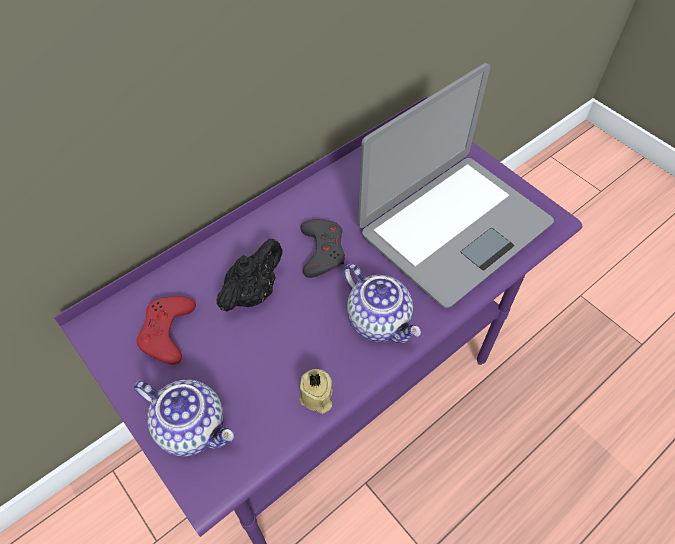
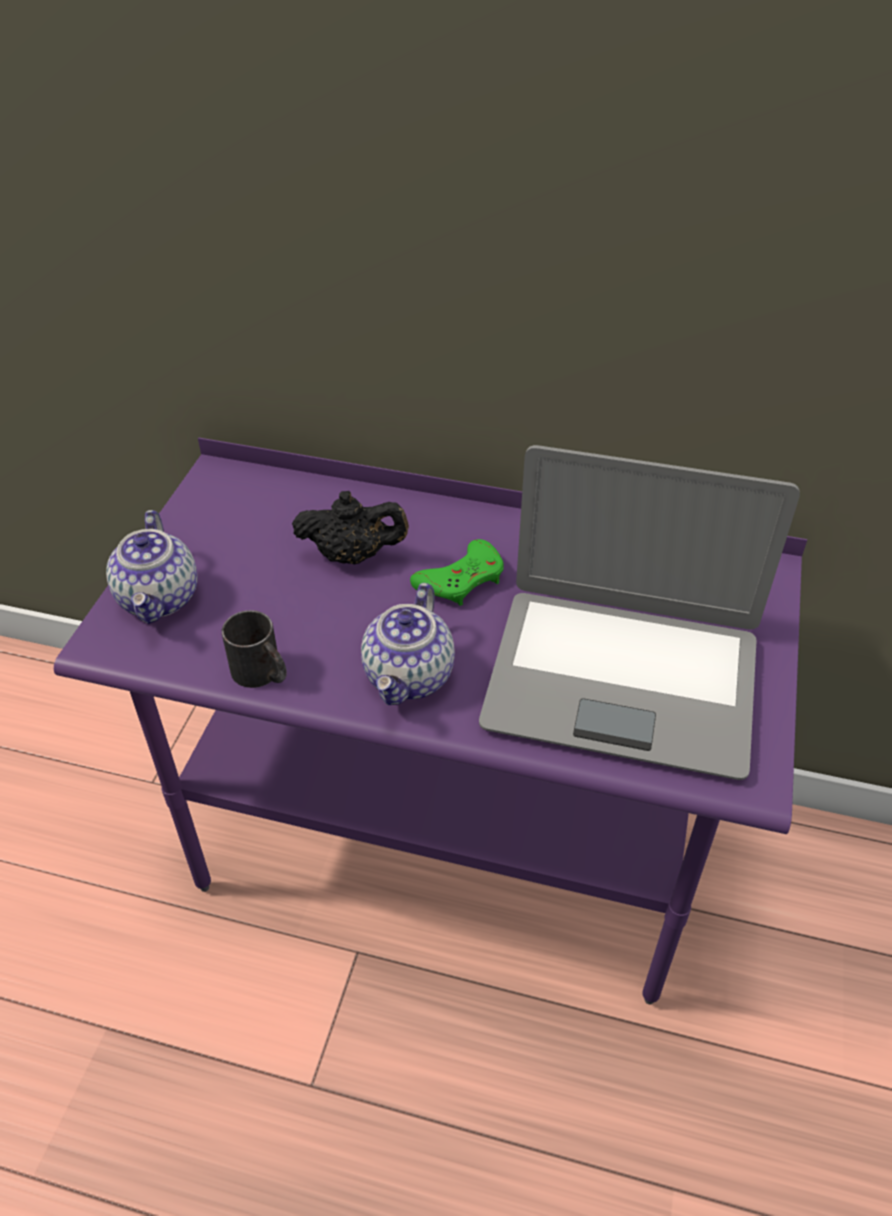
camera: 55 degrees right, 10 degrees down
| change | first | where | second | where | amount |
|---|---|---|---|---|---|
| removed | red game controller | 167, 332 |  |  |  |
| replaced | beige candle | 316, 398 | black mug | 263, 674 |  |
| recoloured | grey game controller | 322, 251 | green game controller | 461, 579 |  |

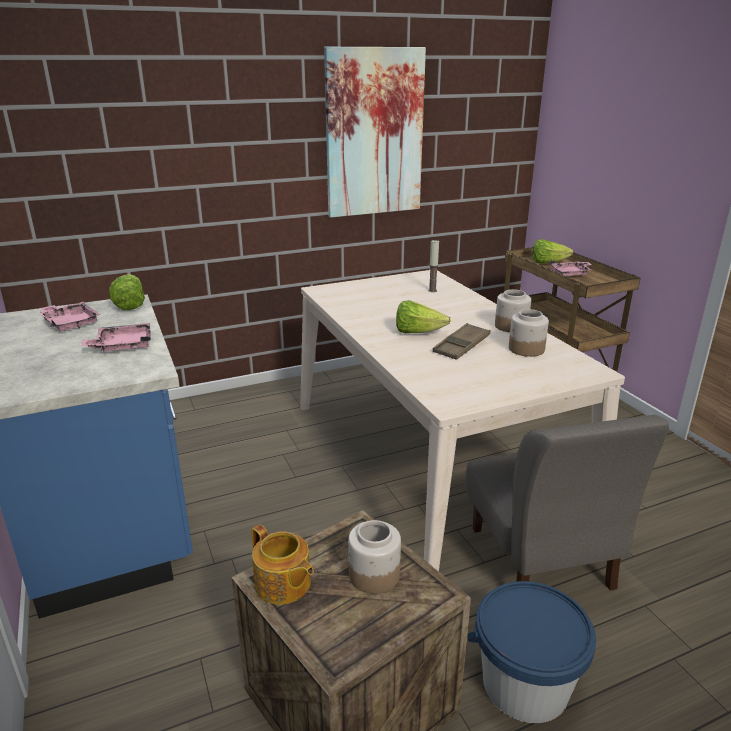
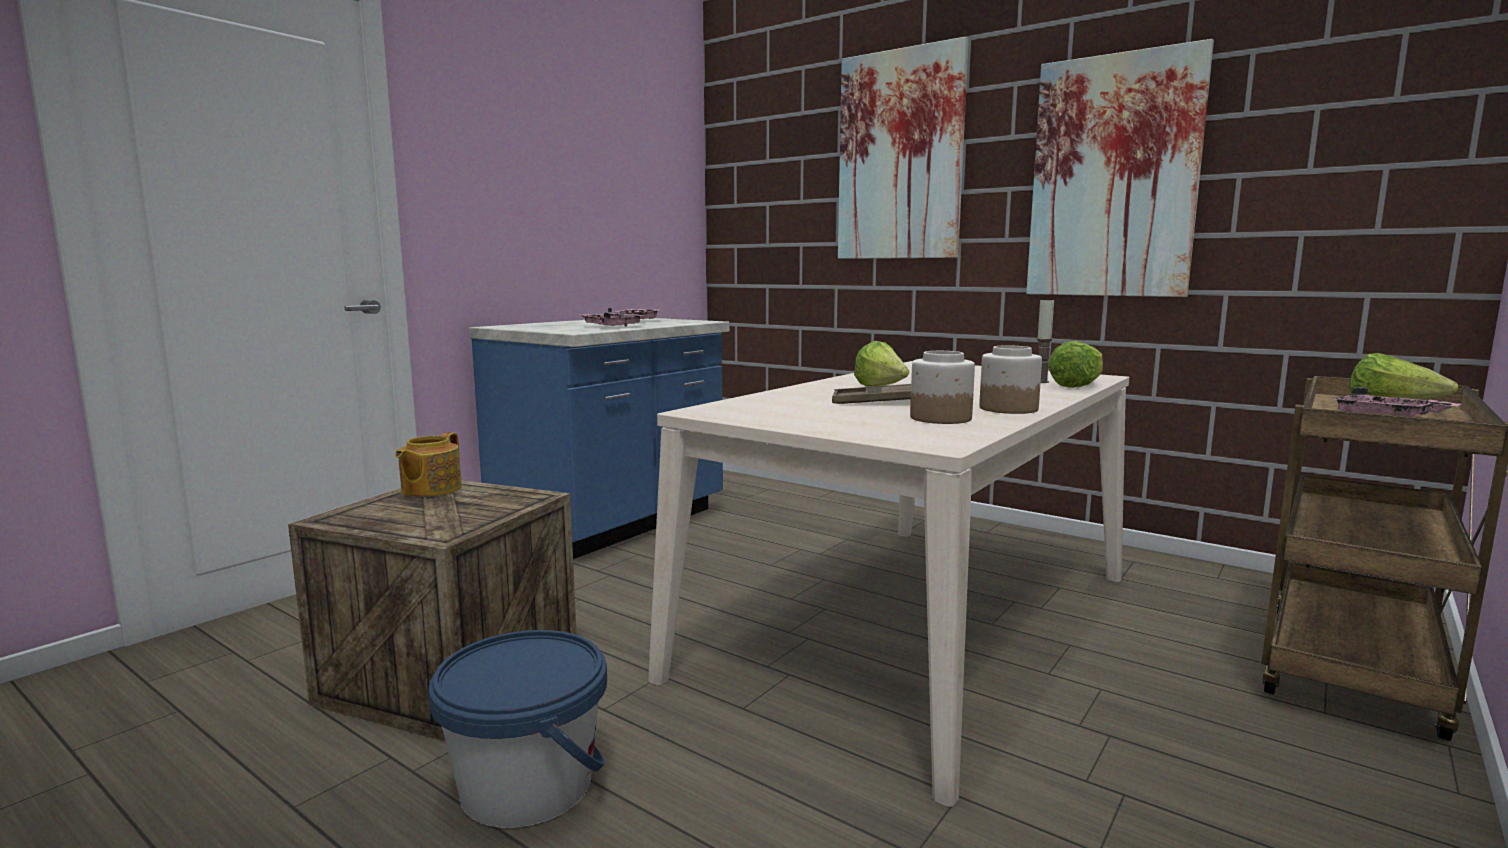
camera: 60 degrees right, 15 degrees down
| change | first | where | second | where | amount |
|---|---|---|---|---|---|
| removed | jar | 374, 575 |  |  |  |
| removed | grey chair | 540, 558 |  |  |  |
| added |  |  | picture | 900, 156 |  |
| moved | lettuce | 130, 305 |  | 1077, 386 |  |

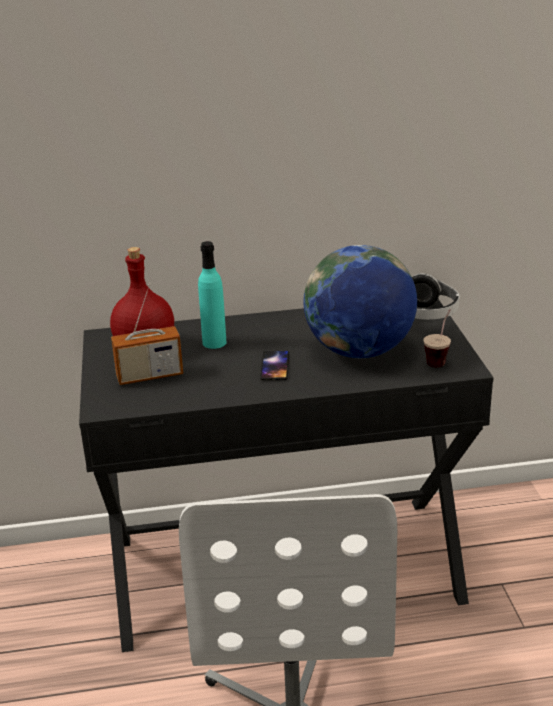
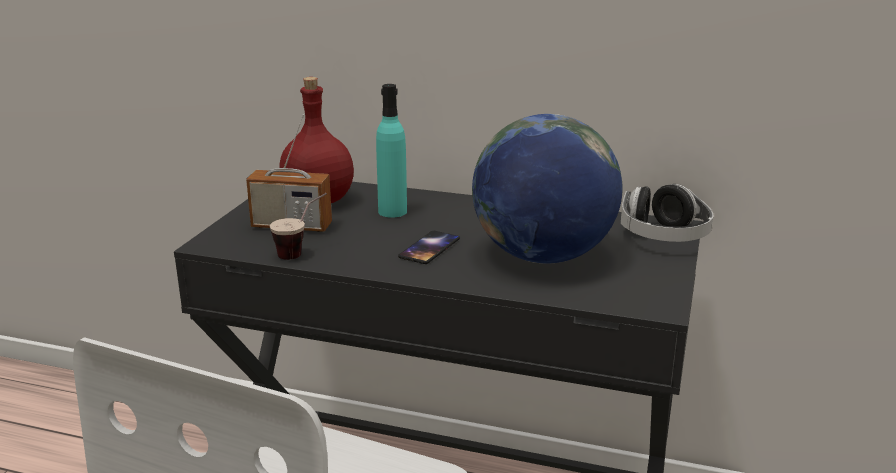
camera: 25 degrees right, 5 degrees down
| change | first | where | second | where | amount |
|---|---|---|---|---|---|
| moved | cup | 439, 358 |  | 302, 252 |  |

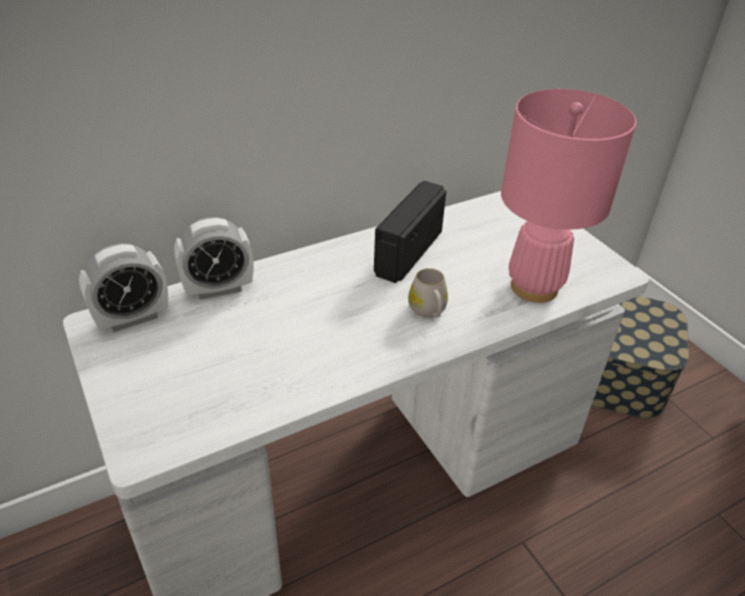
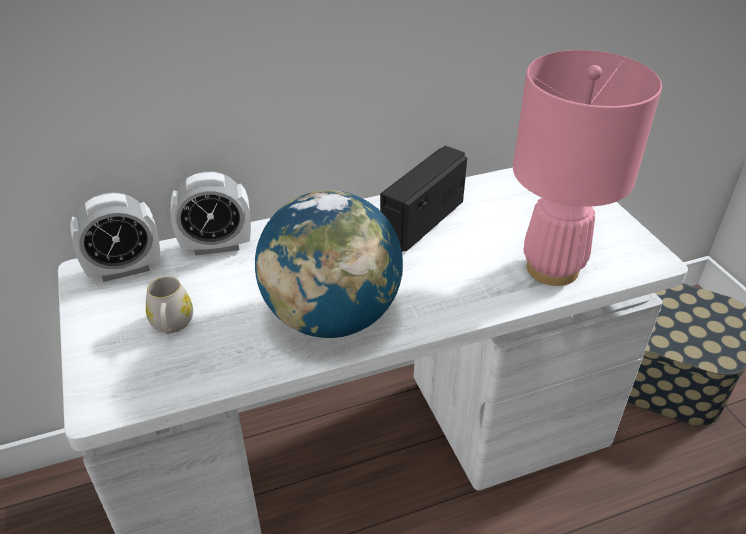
camera: 10 degrees right, 0 degrees up
| change | first | where | second | where | amount |
|---|---|---|---|---|---|
| added |  |  | globe | 332, 317 |  |
| moved | white mug | 428, 311 |  | 172, 325 |  |

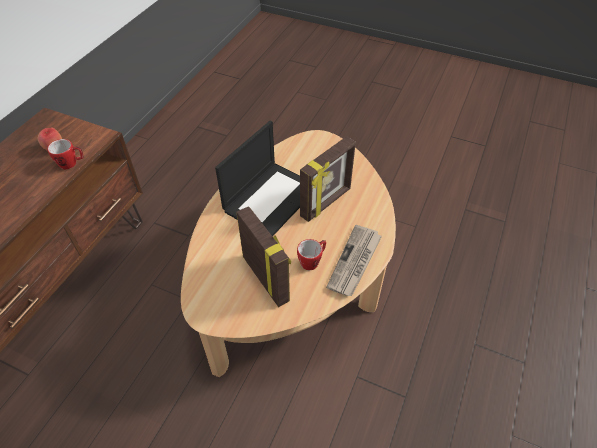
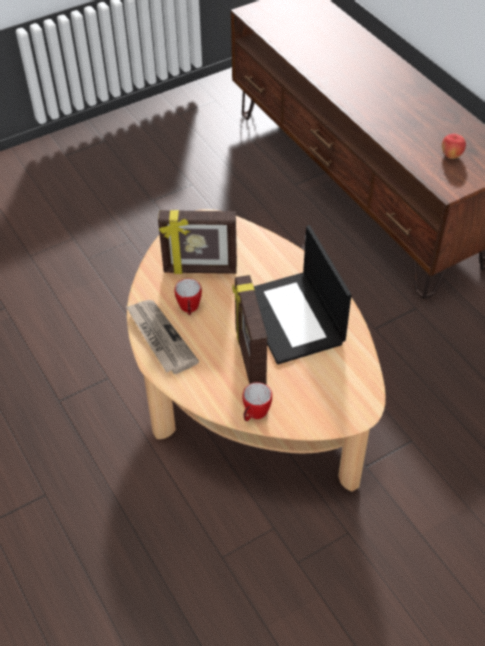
camera: 125 degrees right, 0 degrees up
| change | first | where | second | where | amount |
|---|---|---|---|---|---|
| moved | mug | 72, 163 |  | 254, 414 |  |

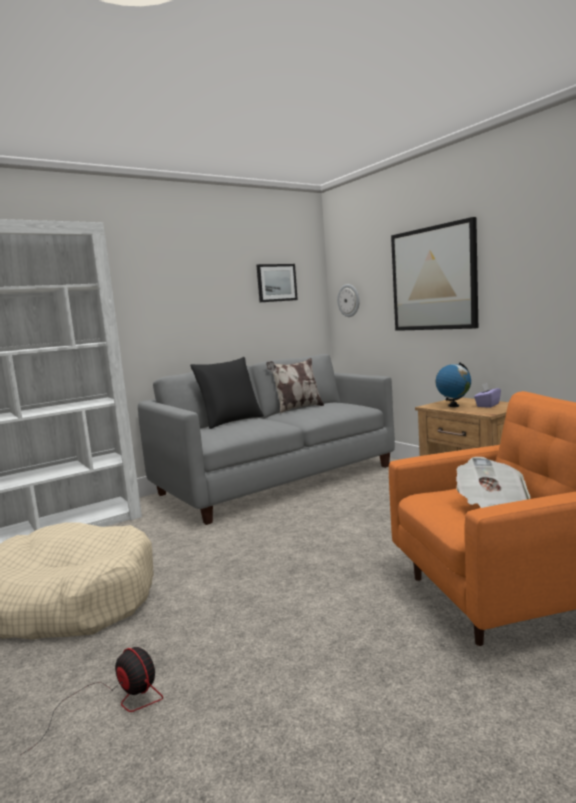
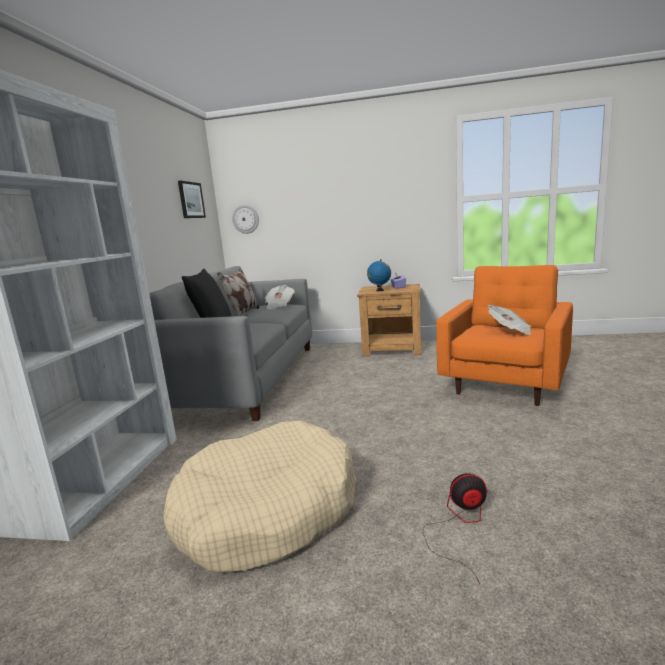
camera: 45 degrees left, 5 degrees up
| change | first | where | second | where | amount |
|---|---|---|---|---|---|
| removed | picture | 433, 278 |  |  |  |
| added |  |  | newspaper | 279, 305 |  |

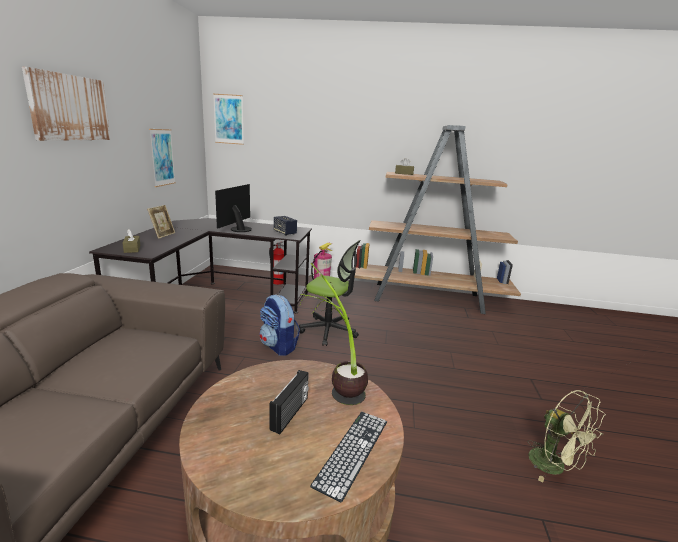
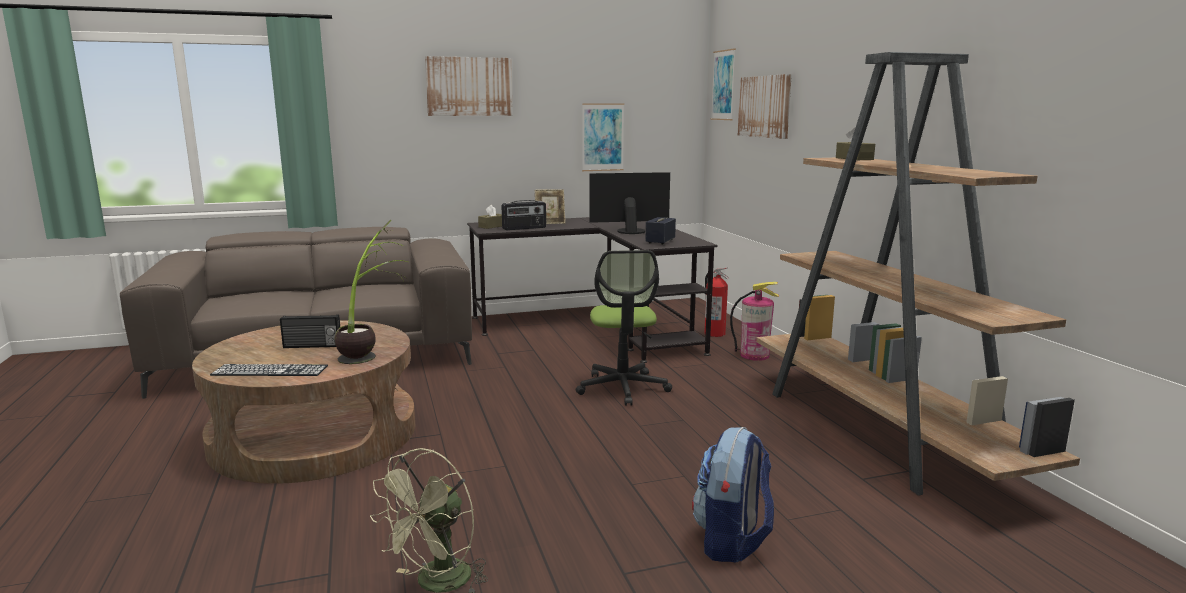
camera: 65 degrees right, 5 degrees down
| change | first | where | second | where | amount |
|---|---|---|---|---|---|
| added |  |  | radio | 524, 228 |  |
| added |  |  | picture | 765, 106 |  |
| moved | backpack | 279, 346 |  | 732, 541 |  |

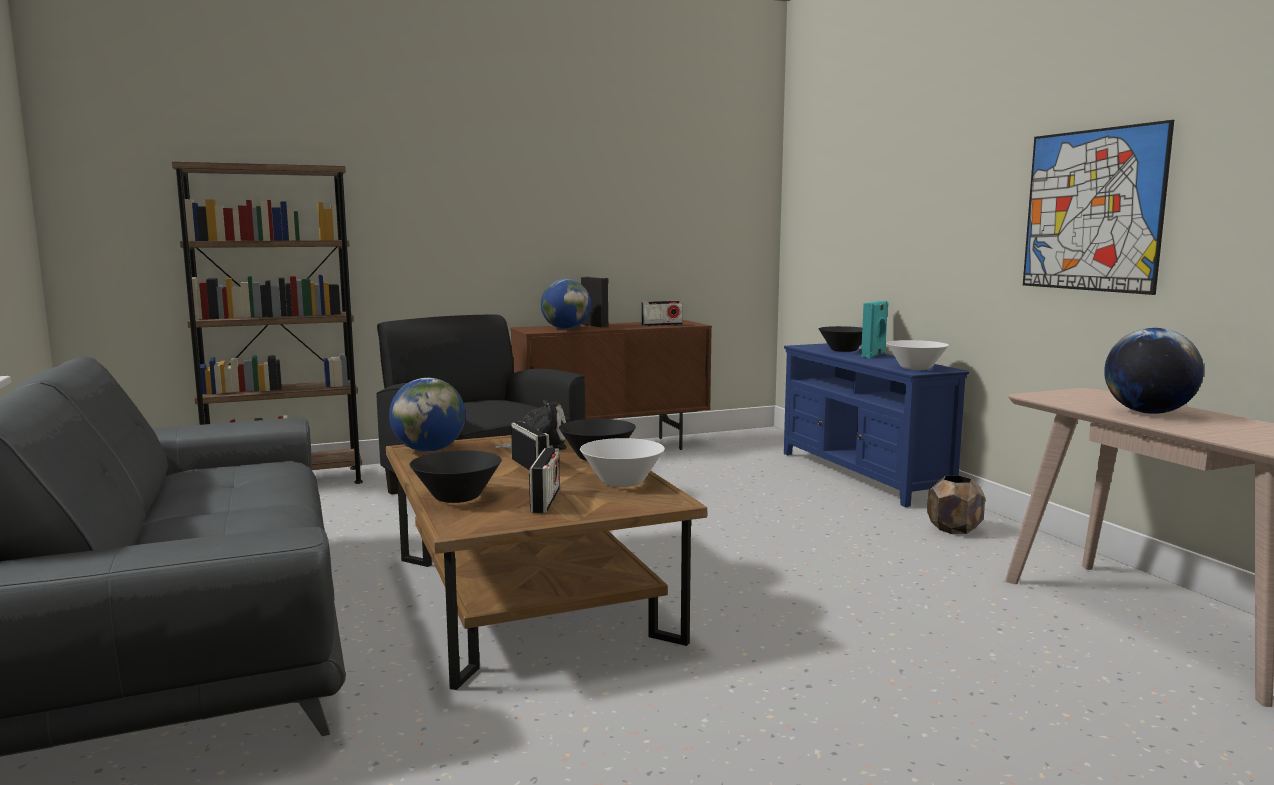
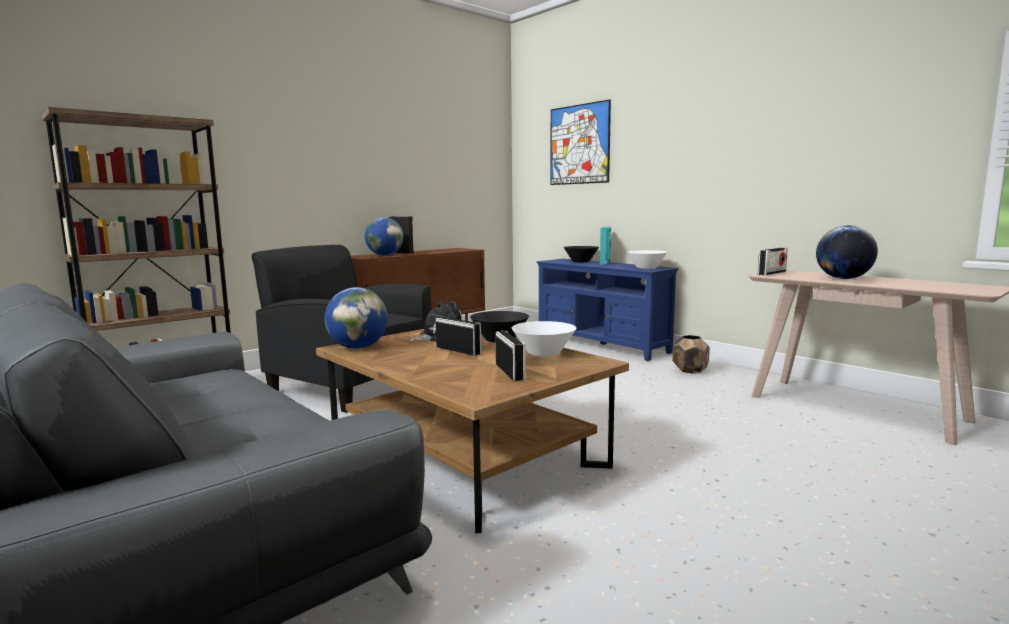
camera: 20 degrees left, 0 degrees up
| change | first | where | second | where | amount |
|---|---|---|---|---|---|
| removed | black bowl | 457, 497 |  |  |  |
| moved | radio | 661, 325 |  | 772, 273 |  |
| moved | picture | 1092, 210 |  | 579, 144 |  |

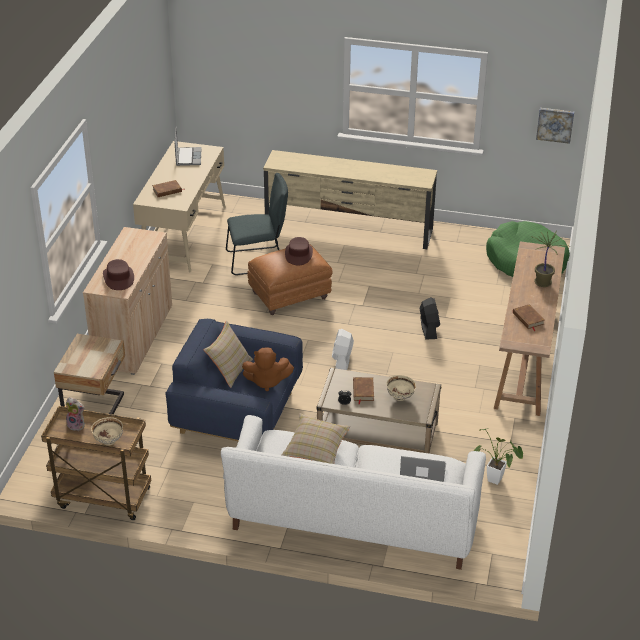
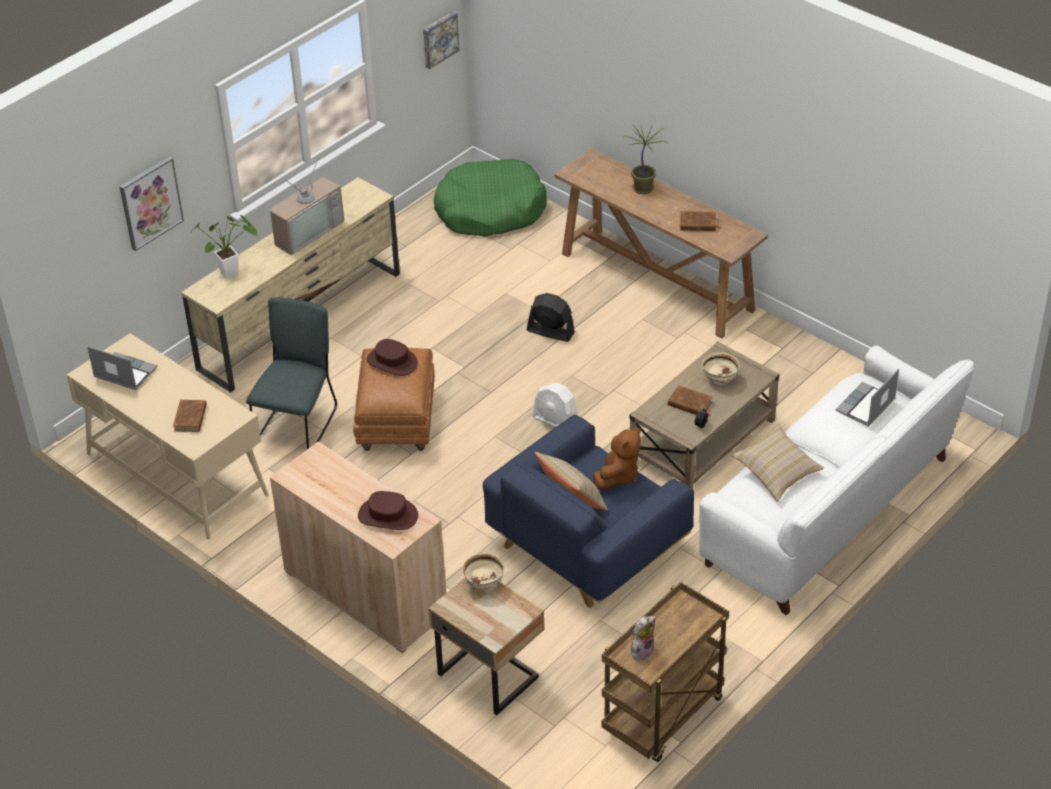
camera: 60 degrees left, 5 degrees up
| change | first | where | second | where | amount |
|---|---|---|---|---|---|
| added |  |  | picture | 150, 202 |  |
| added |  |  | television | 306, 231 |  |
| moved | beige bowl | 108, 441 |  | 484, 584 |  |
| moved | potted plant | 498, 481 |  | 233, 272 |  |

